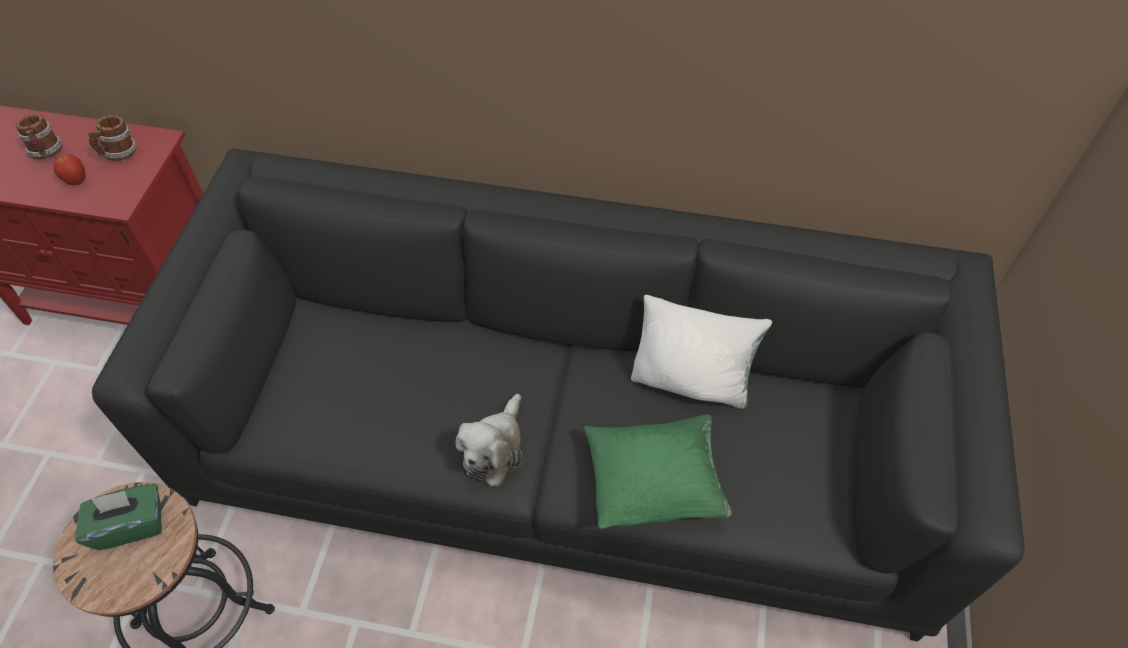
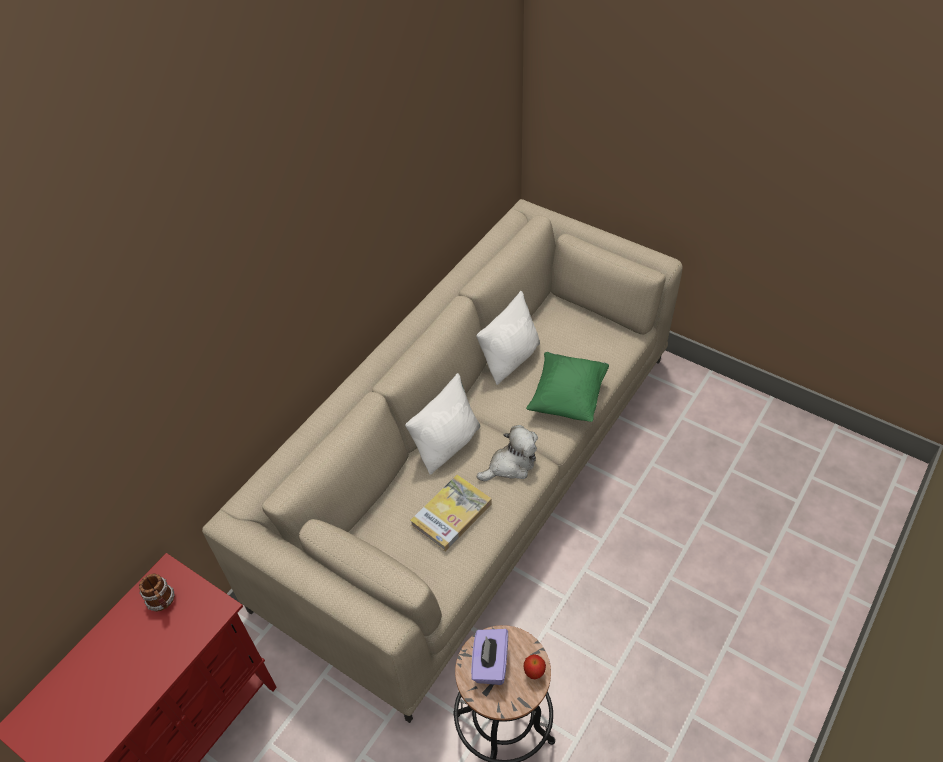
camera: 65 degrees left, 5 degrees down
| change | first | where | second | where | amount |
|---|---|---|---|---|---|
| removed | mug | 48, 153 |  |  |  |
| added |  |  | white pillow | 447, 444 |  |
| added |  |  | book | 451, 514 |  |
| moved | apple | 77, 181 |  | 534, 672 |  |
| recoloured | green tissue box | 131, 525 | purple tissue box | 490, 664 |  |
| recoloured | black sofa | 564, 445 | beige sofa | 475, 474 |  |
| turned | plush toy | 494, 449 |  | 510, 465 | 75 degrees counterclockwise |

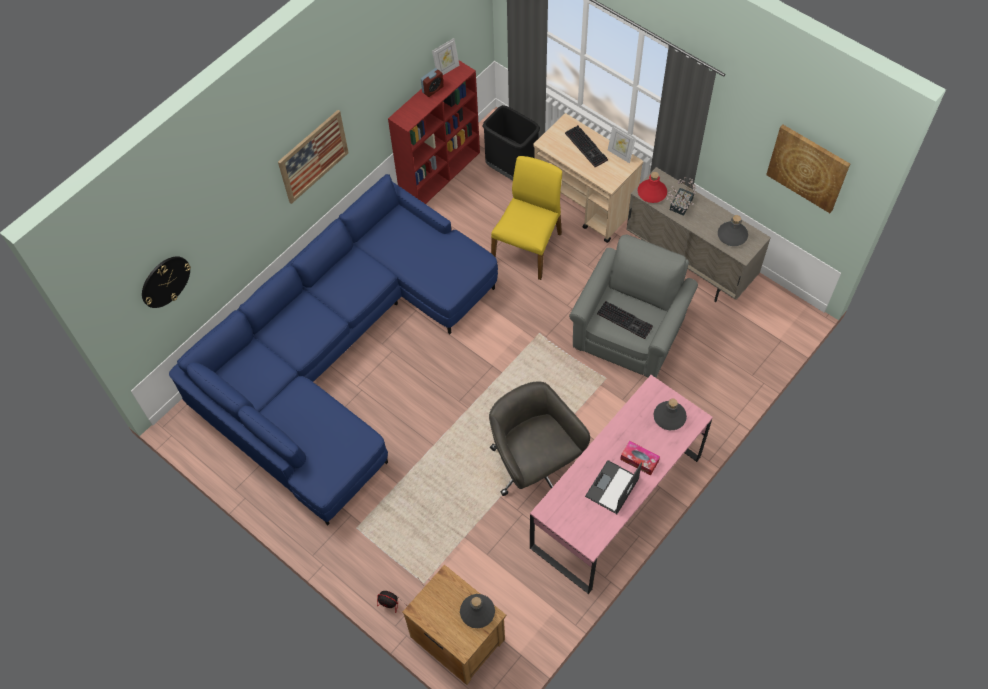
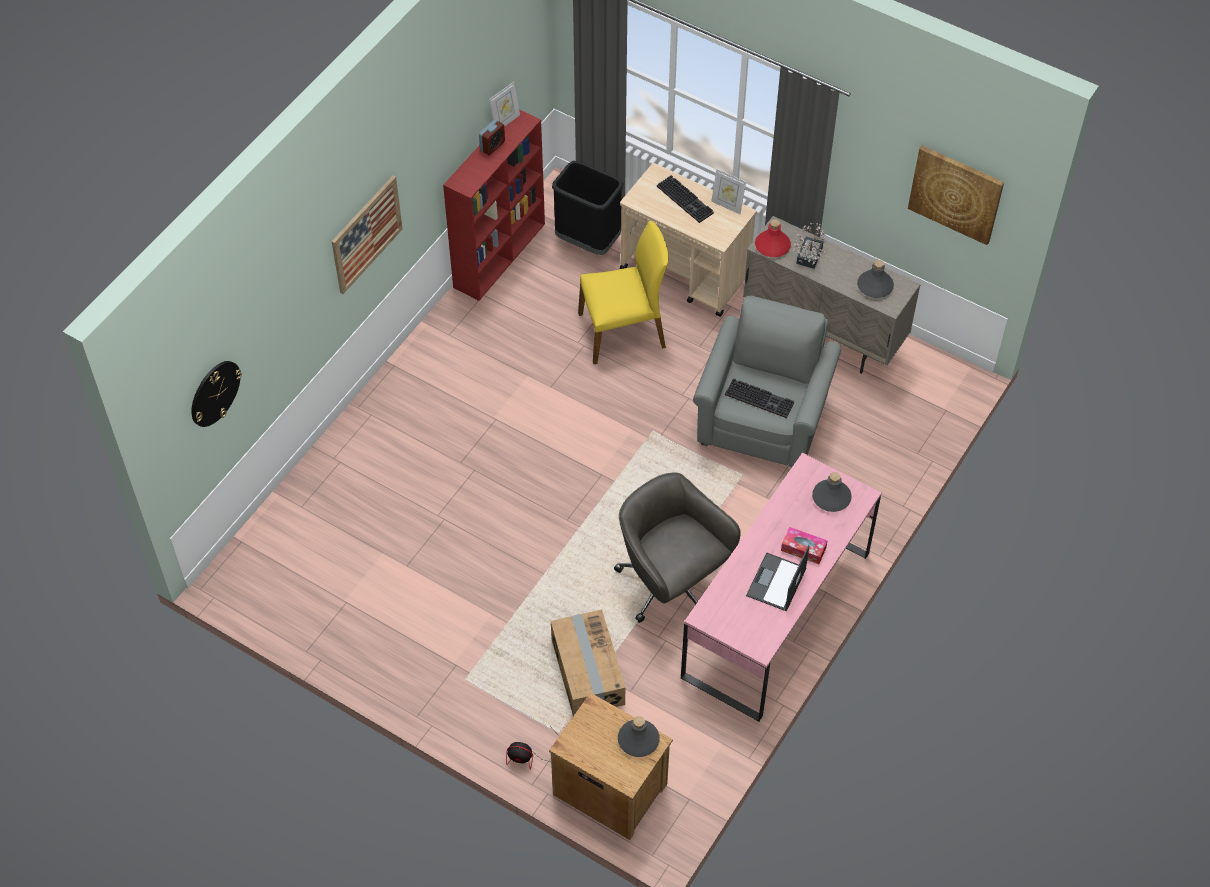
camera: 10 degrees left, 5 degrees down
| change | first | where | second | where | amount |
|---|---|---|---|---|---|
| removed | blue sofa | 339, 353 |  |  |  |
| added |  |  | cardboard box | 587, 672 |  |
| turned | yellow chair | 528, 247 |  | 623, 331 | 60 degrees clockwise |

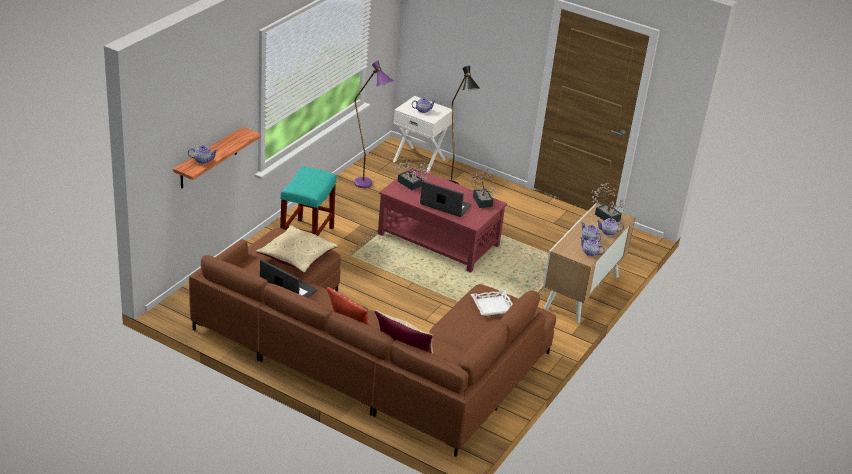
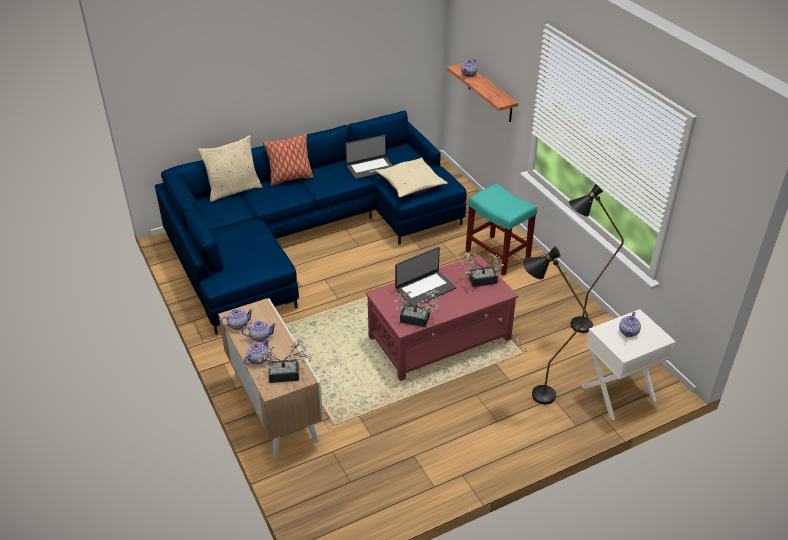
camera: 125 degrees right, 5 degrees up
| change | first | where | second | where | amount |
|---|---|---|---|---|---|
| removed | white tray | 493, 306 |  |  |  |
| recoloured | brown sofa | 369, 355 | blue sofa | 307, 233 |  |
| recoloured | purple floor lamp | 368, 186 | black floor lamp | 573, 327 |  |

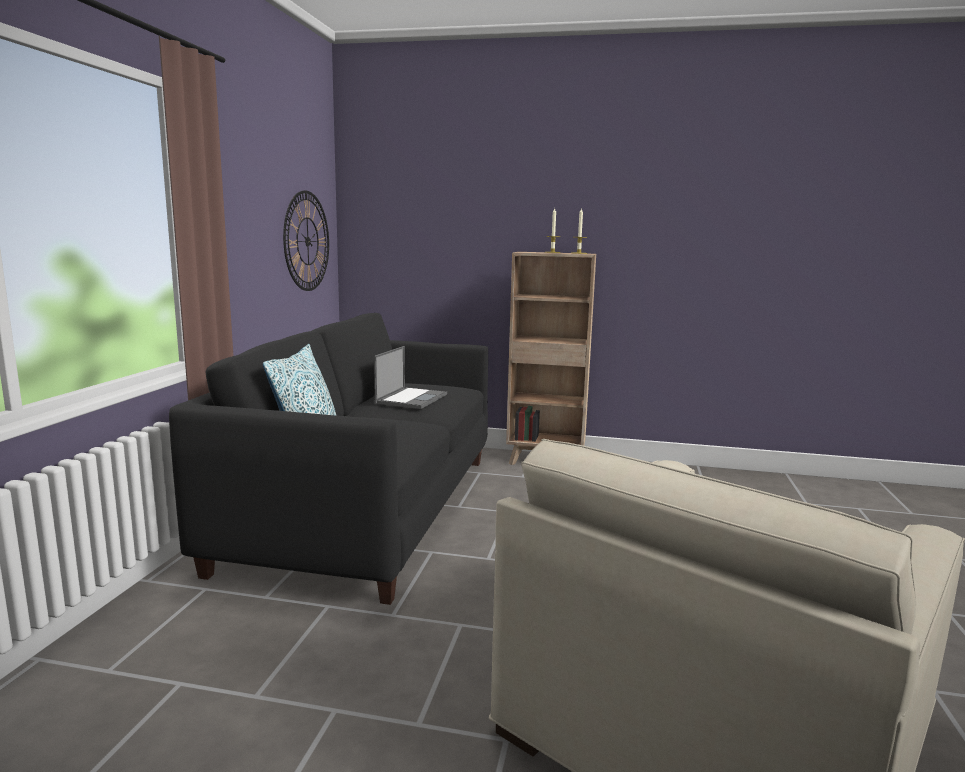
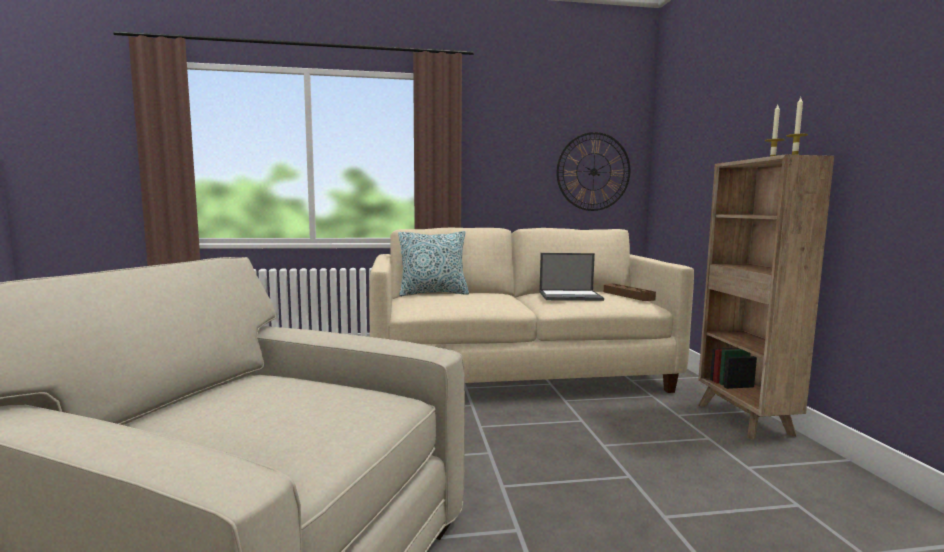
camera: 70 degrees right, 5 degrees down
| change | first | where | second | where | amount |
|---|---|---|---|---|---|
| added |  |  | brown tray | 628, 295 |  |
| recoloured | black sofa | 368, 509 | beige sofa | 519, 374 |  |

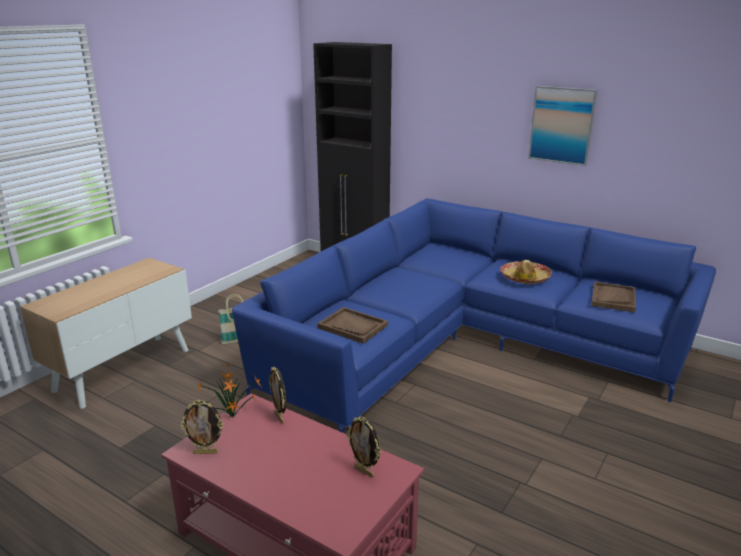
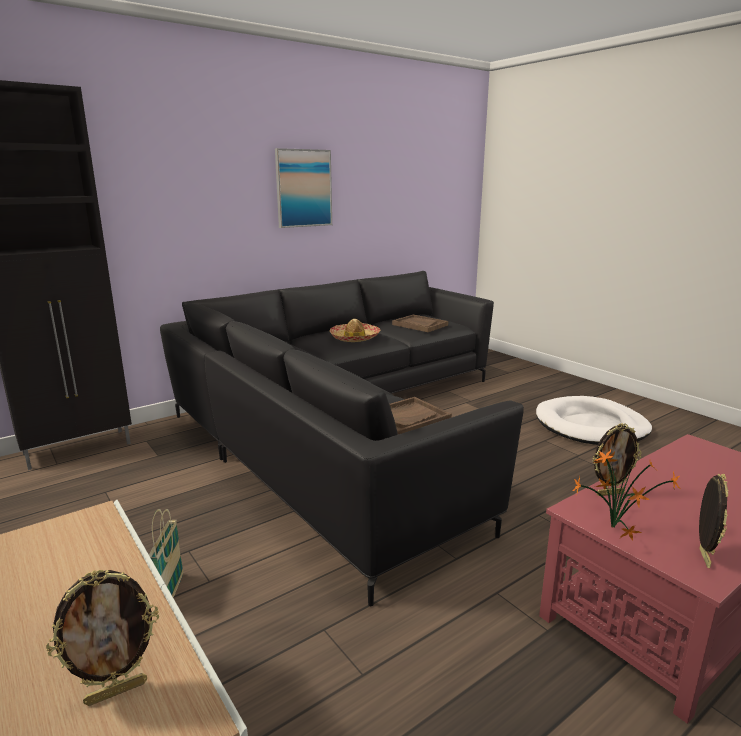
camera: 70 degrees left, 5 degrees down
| change | first | where | second | where | amount |
|---|---|---|---|---|---|
| added |  |  | white dog bed | 591, 426 |  |
| moved | picture frame | 364, 471 |  | 117, 691 |  |
| recoloured | blue sofa | 463, 344 | black sofa | 343, 428 |  |

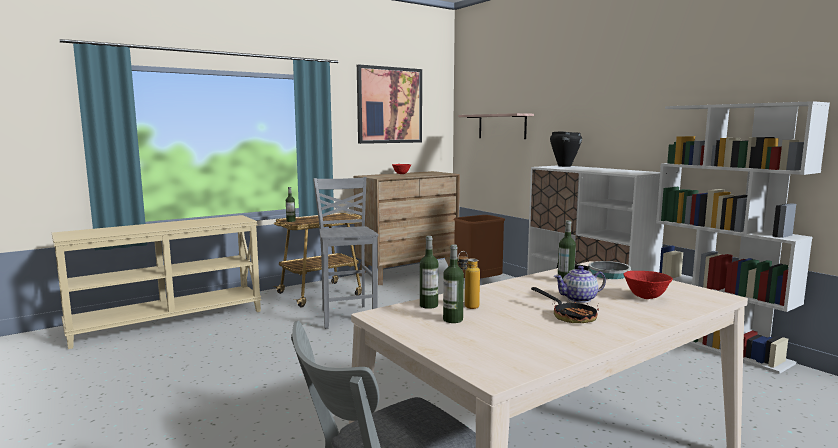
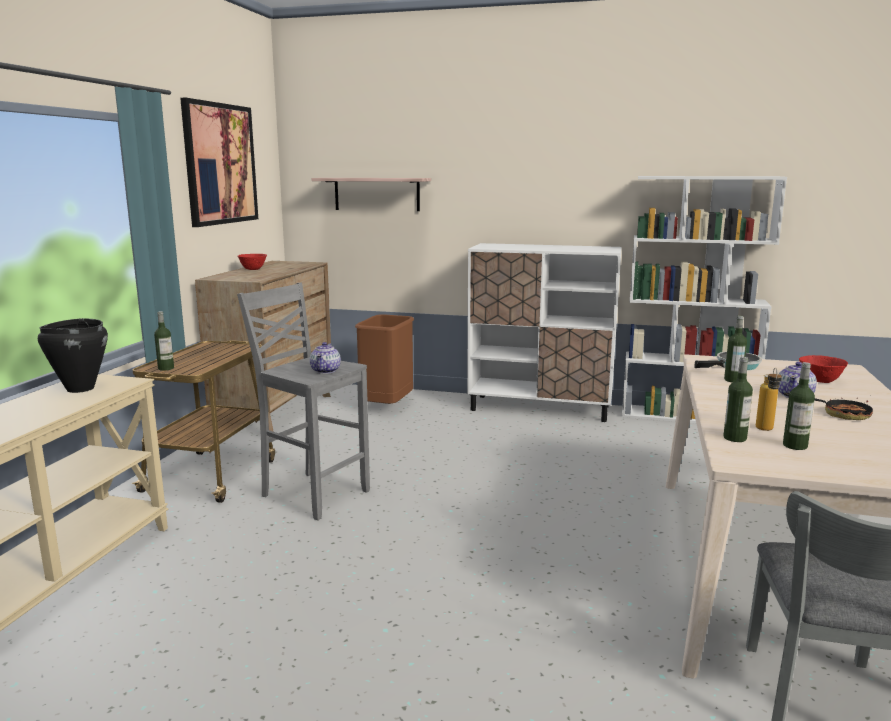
camera: 40 degrees left, 5 degrees up
| change | first | where | second | where | amount |
|---|---|---|---|---|---|
| added |  |  | teapot | 326, 371 |  |
| moved | black cooking pot | 564, 166 |  | 79, 389 |  |

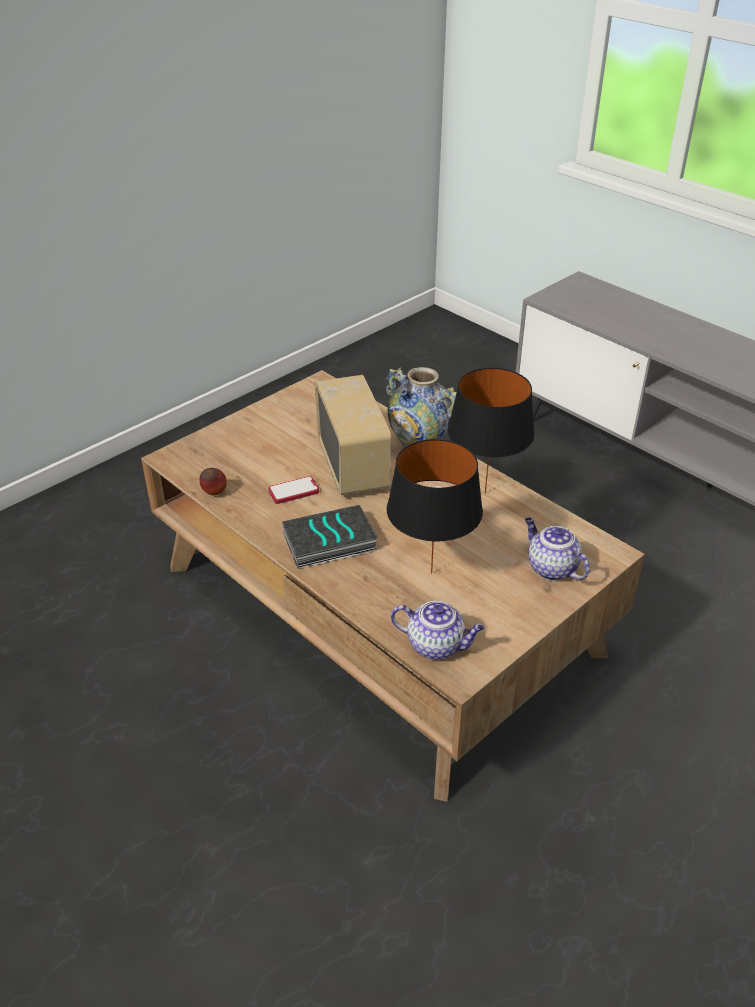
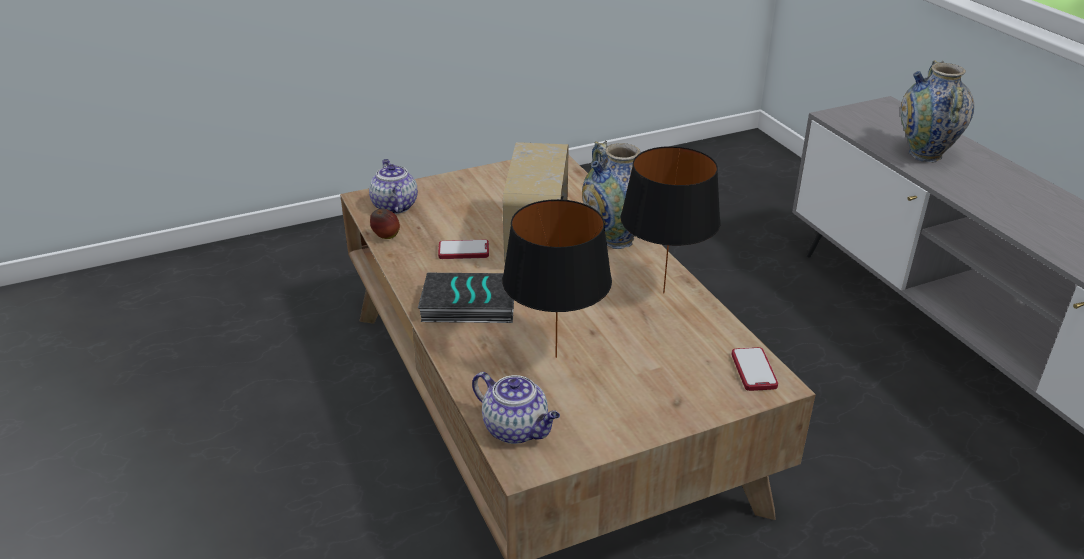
camera: 20 degrees right, 5 degrees down
| change | first | where | second | where | amount |
|---|---|---|---|---|---|
| added |  |  | phone | 753, 370 |  |
| added |  |  | vase | 925, 155 |  |
| moved | teapot | 551, 568 |  | 394, 206 |  |

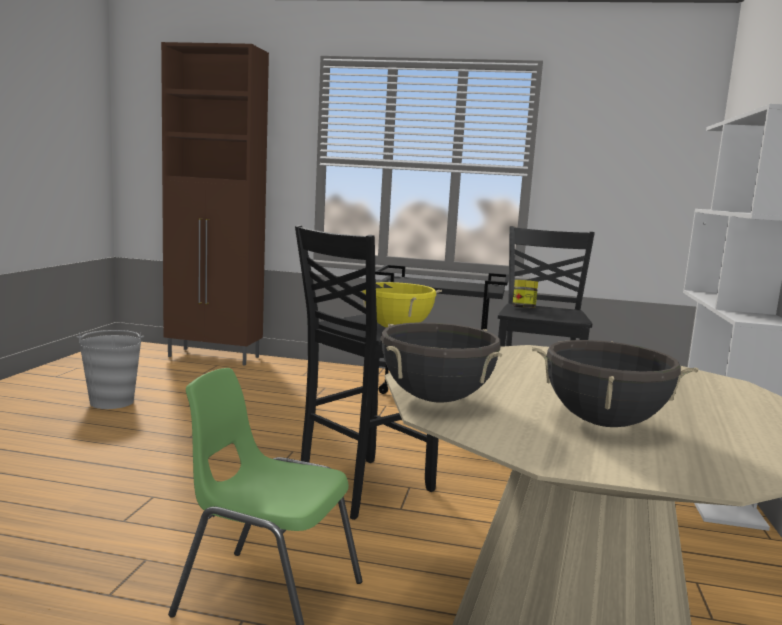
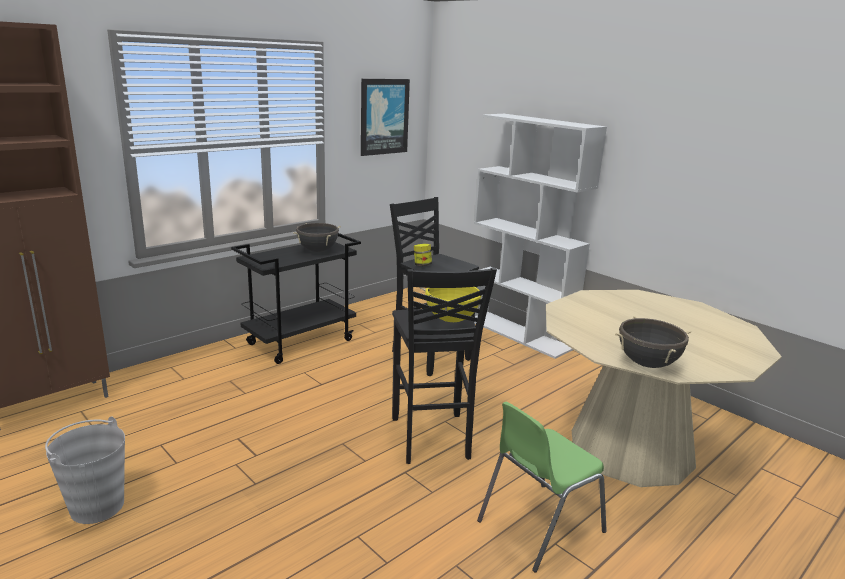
camera: 55 degrees left, 10 degrees up
| change | first | where | second | where | amount |
|---|---|---|---|---|---|
| added |  |  | picture | 384, 116 |  |
| moved | black cooking pot | 604, 423 |  | 318, 251 |  |

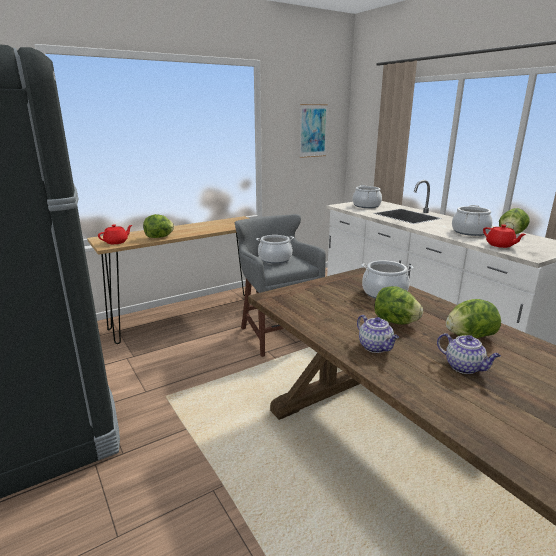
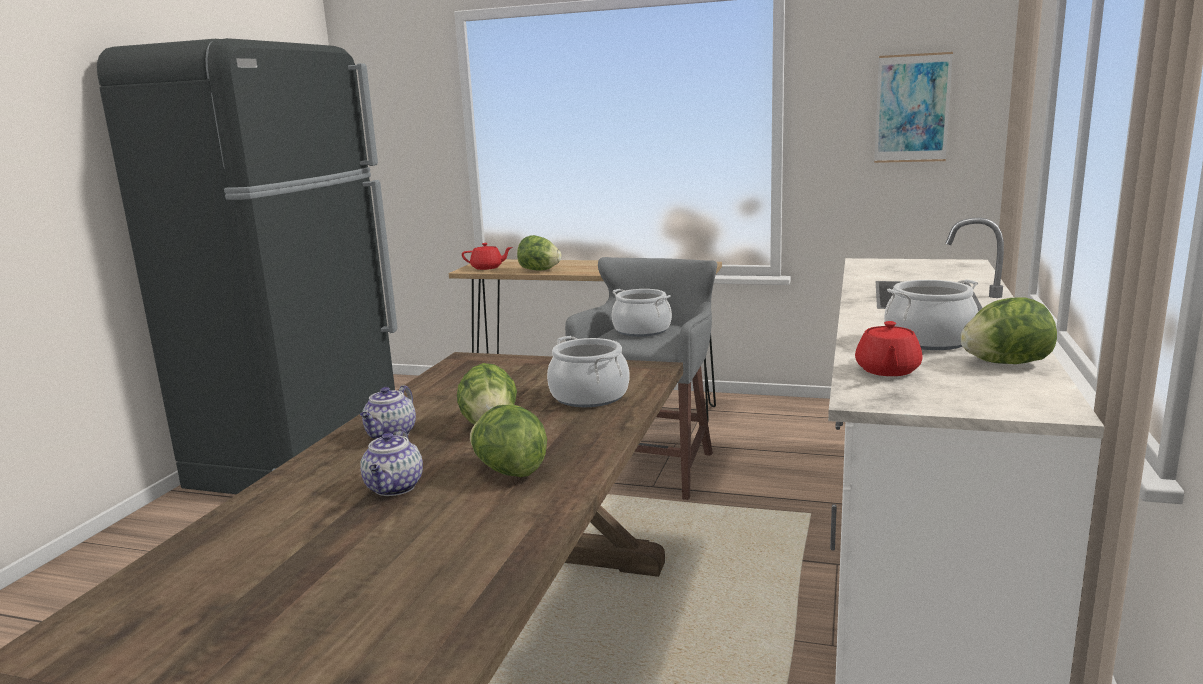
camera: 50 degrees right, 5 degrees down
| change | first | where | second | where | amount |
|---|---|---|---|---|---|
| removed | cooking pot | 366, 206 |  |  |  |

